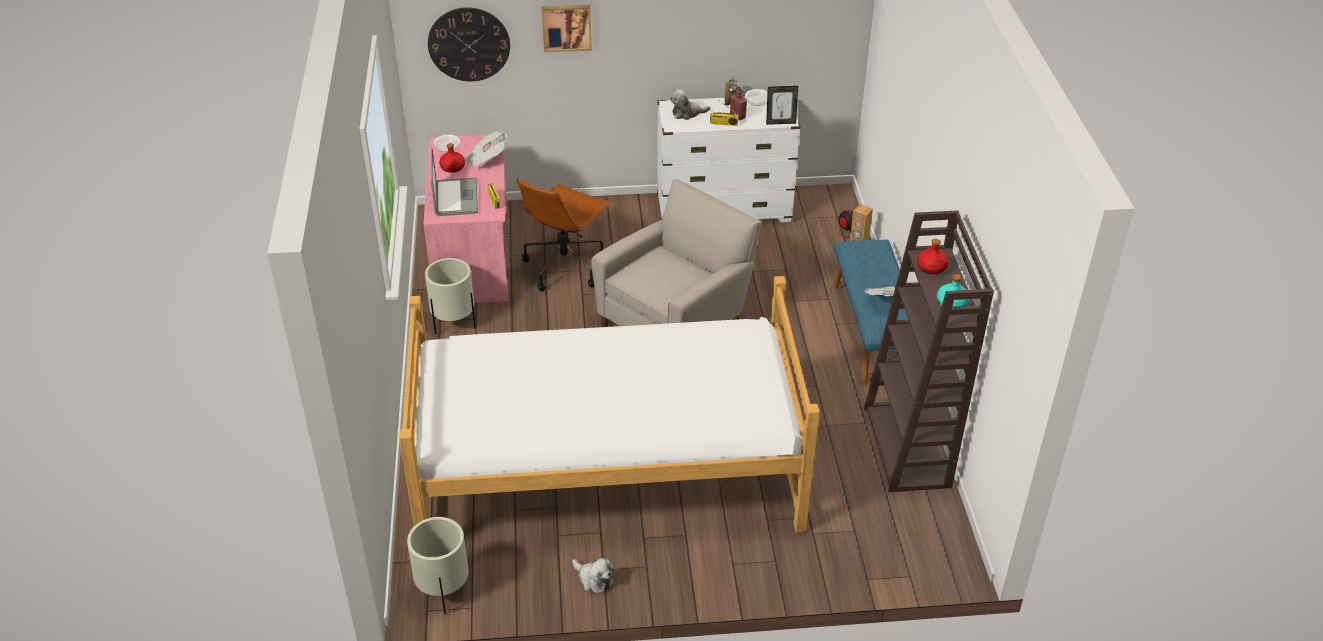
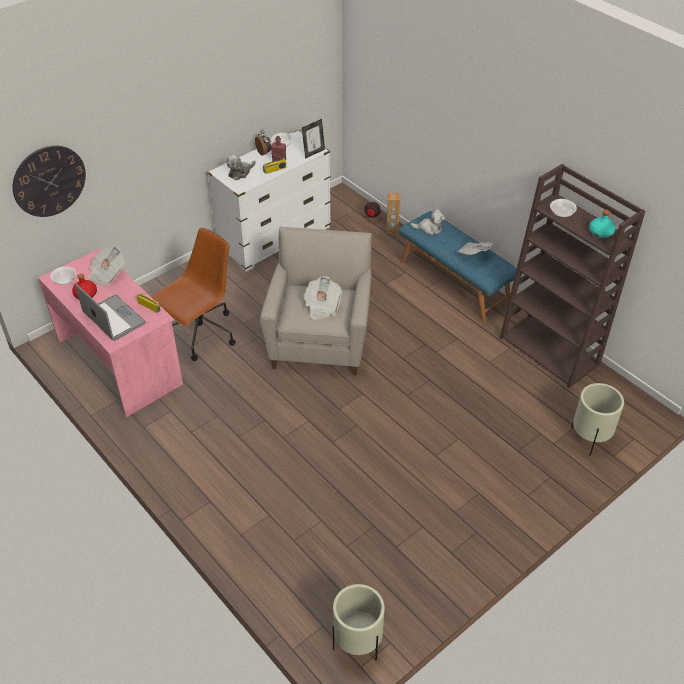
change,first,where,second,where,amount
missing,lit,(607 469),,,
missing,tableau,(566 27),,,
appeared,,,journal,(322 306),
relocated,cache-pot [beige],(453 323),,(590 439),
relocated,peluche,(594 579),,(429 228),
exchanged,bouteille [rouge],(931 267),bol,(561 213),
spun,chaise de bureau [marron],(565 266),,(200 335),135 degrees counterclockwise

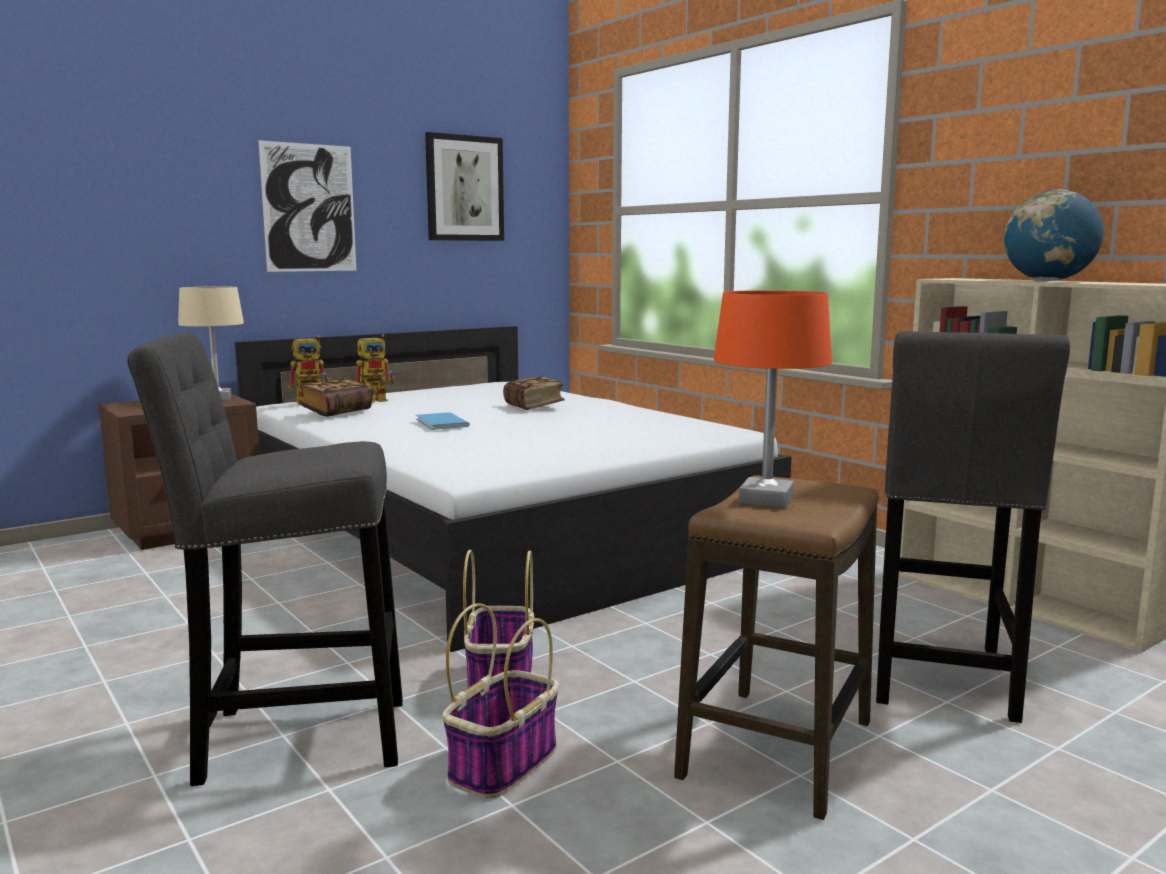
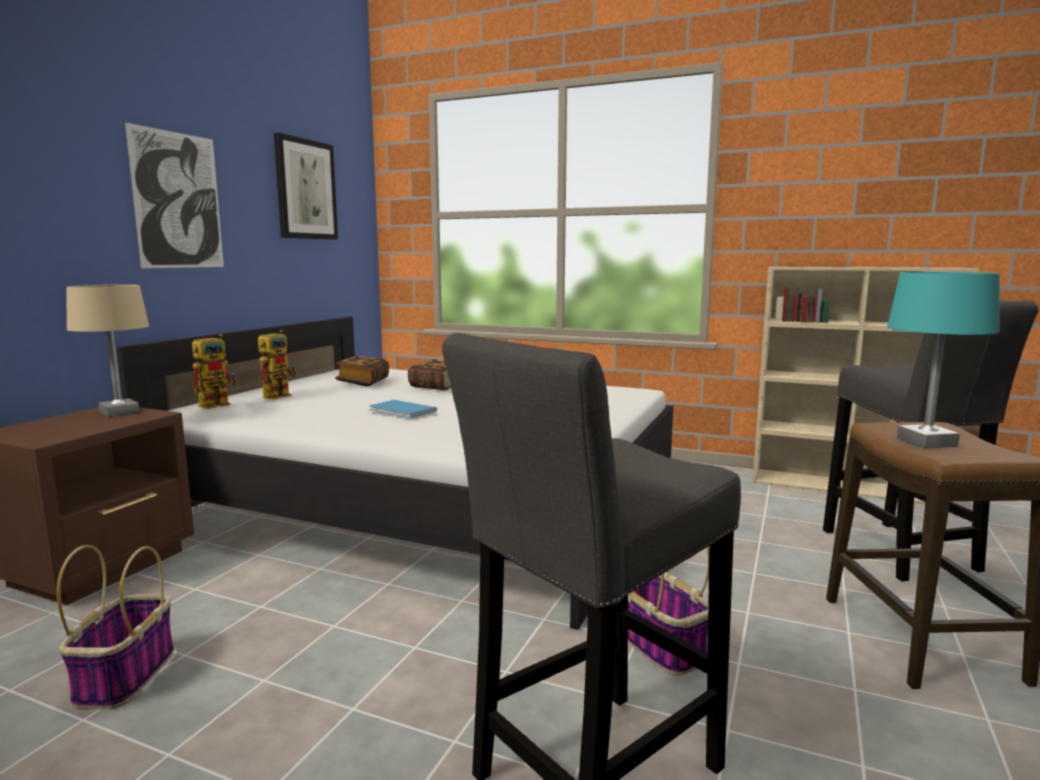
change,first,where,second,where,amount
missing,globe,(1048 280),,,
relocated,livre,(336 411),,(363 382),
relocated,panier,(503 763),,(126 675),
colour,lampe de table [orange],(766 499),lampe de table [turquoise],(926 442),

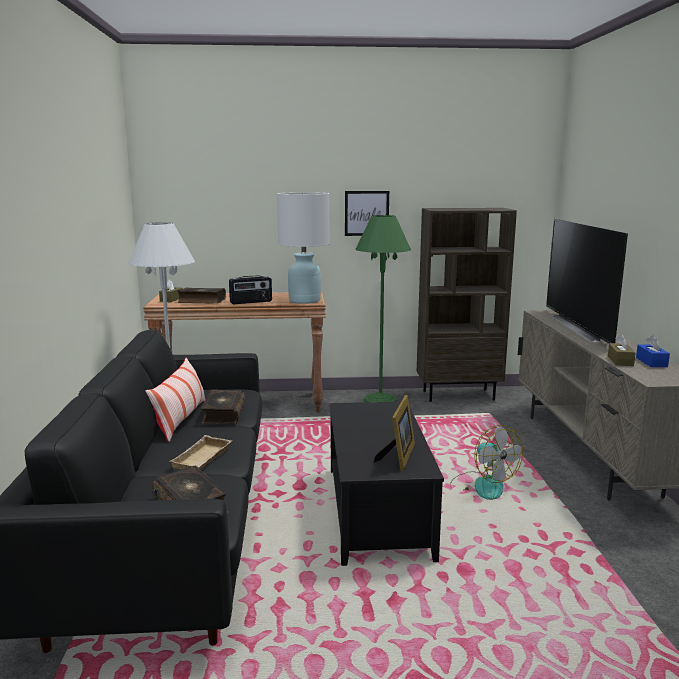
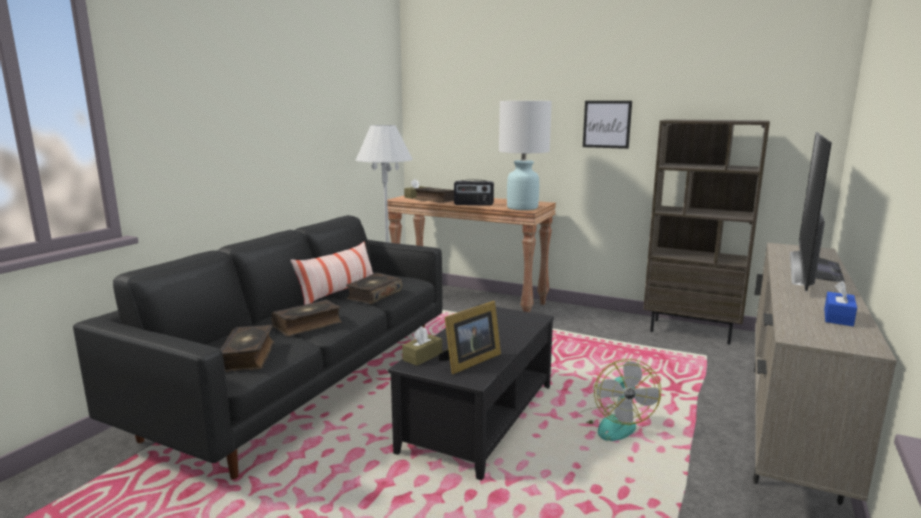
change,first,where,second,where,amount
missing,lampadaire [vert],(380 400),,,
relocated,boîte à mouchoirs [marron],(620 361),,(422 356),
exchanged,plateau [beige],(203 459),livre,(308 325),

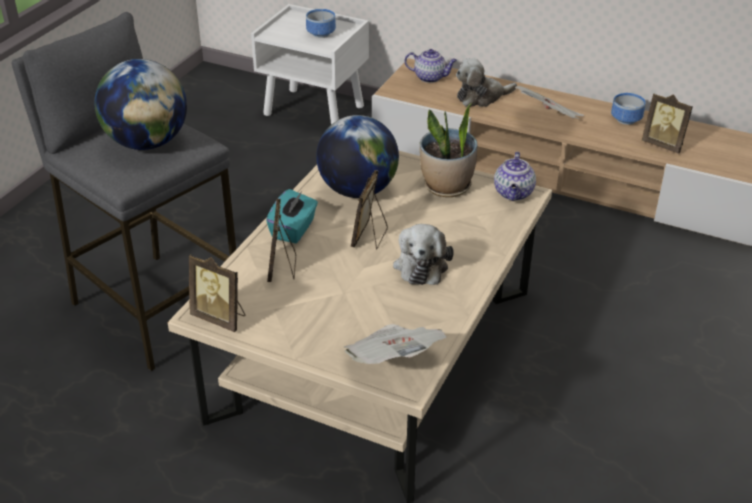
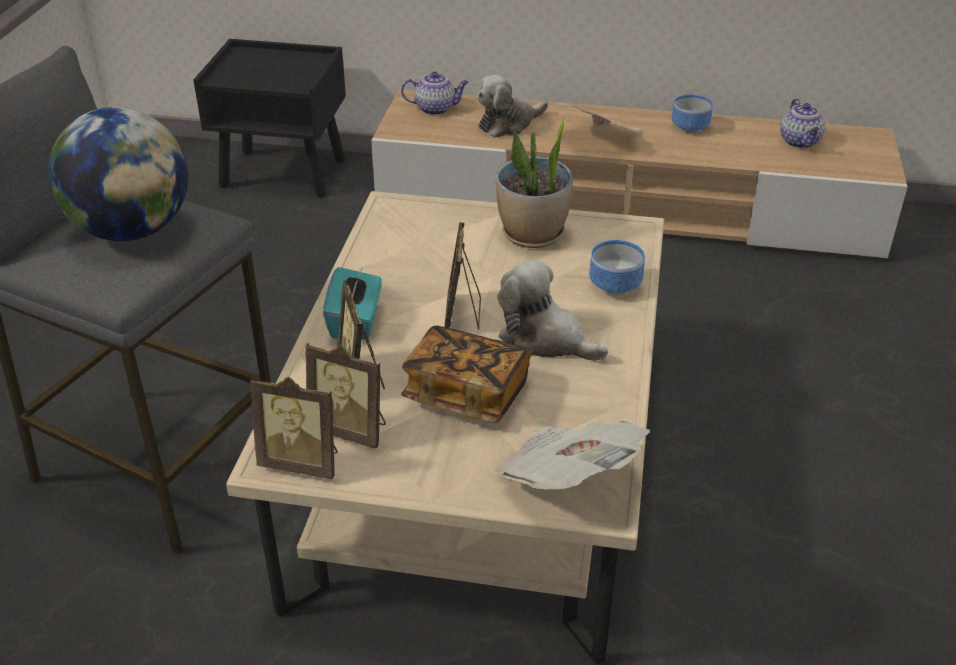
change,first,where,second,where,amount
missing,globe,(357 190),,,
appeared,,,livre,(466 393),
relocated,bol,(319 34),,(612 285),
relocated,théière,(514 194),,(800 142),
relocated,cadre photo,(663 145),,(351 430),
colour,table de chevet [blanc],(315 111),table de chevet [noir],(285 173),
spun,peluche,(421 264),,(545 339),135 degrees clockwise

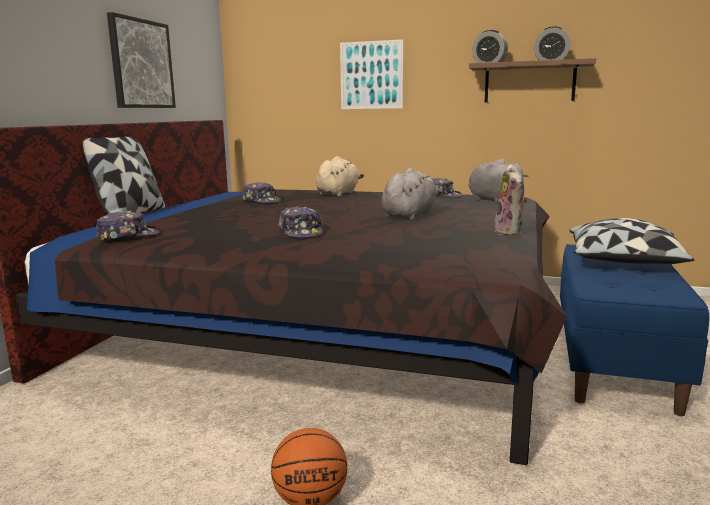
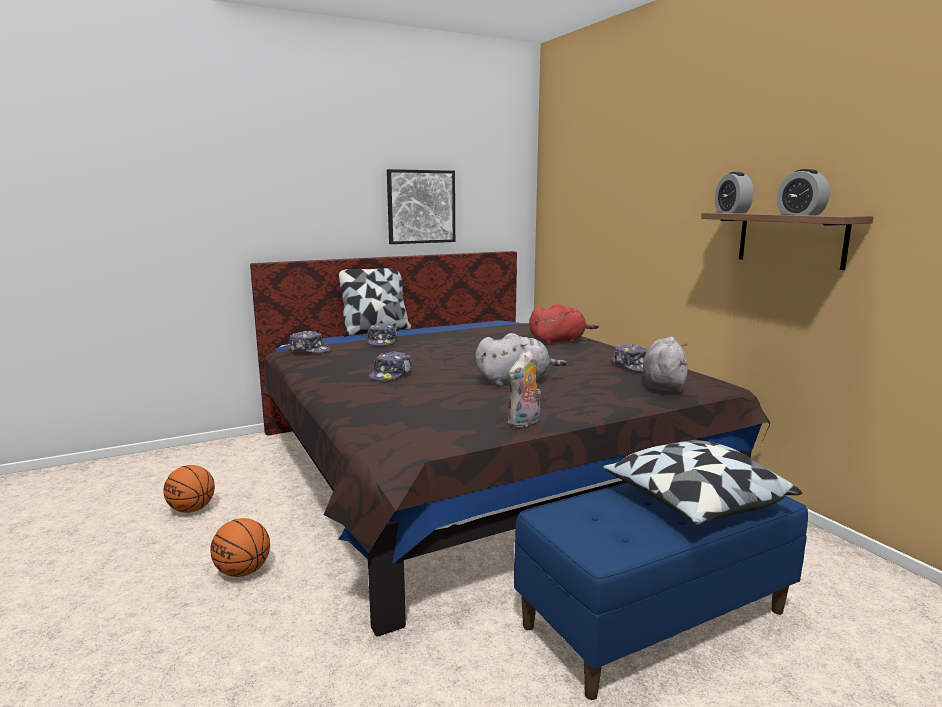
change,first,where,second,where,amount
missing,tableau,(371 75),,,
appeared,,,ballon de basket,(192 509),
relocated,casquette,(261 201),,(382 342),
colour,peluche [beige],(338 193),peluche [rouge],(559 341),

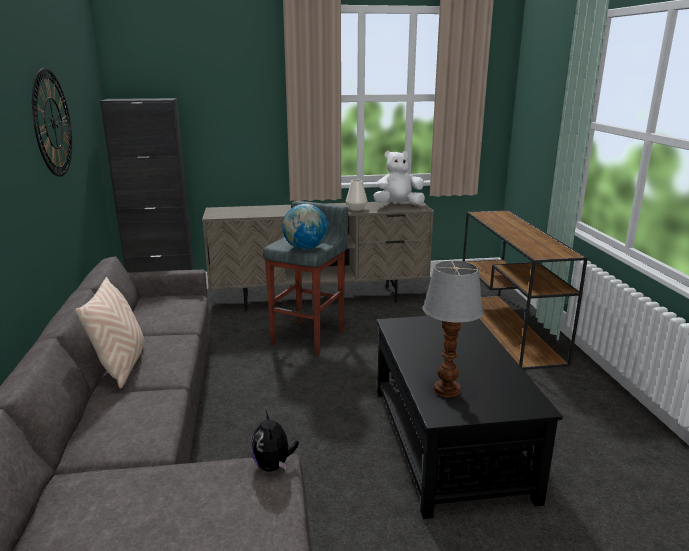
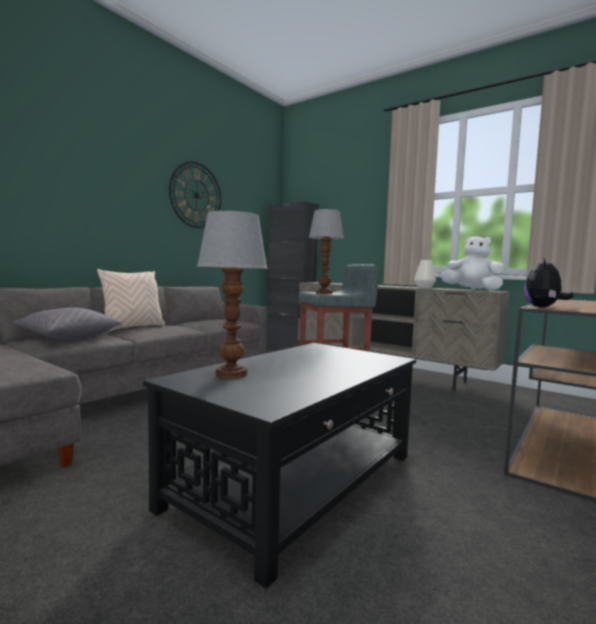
change,first,where,second,where,amount
appeared,,,coussin [gris],(68 336),
relocated,peluche,(274 466),,(543 307),
exchanged,globe,(305 248),lampe de table,(323 293),

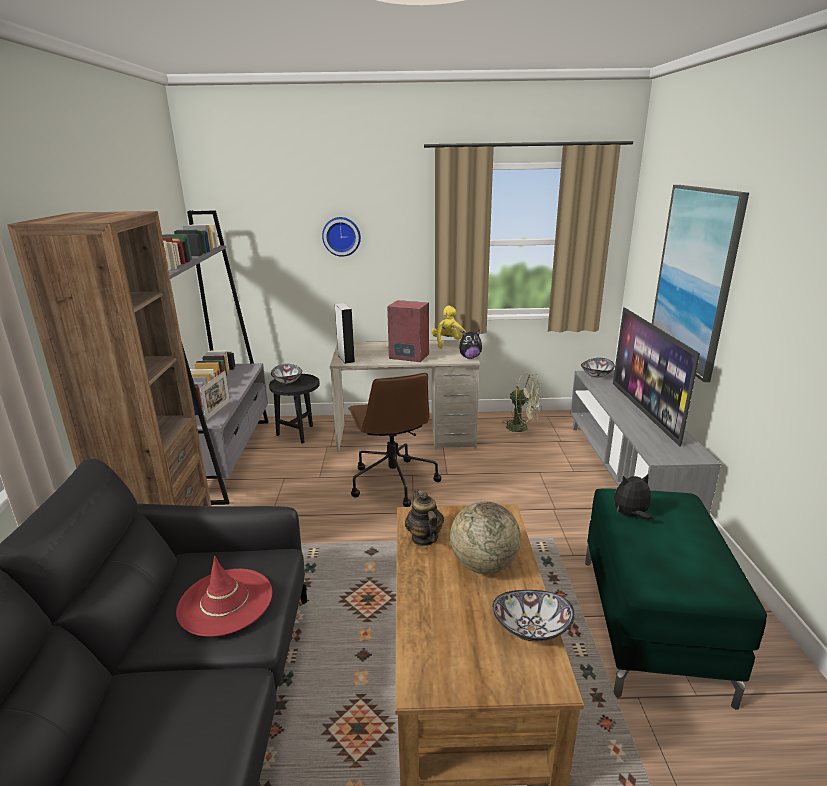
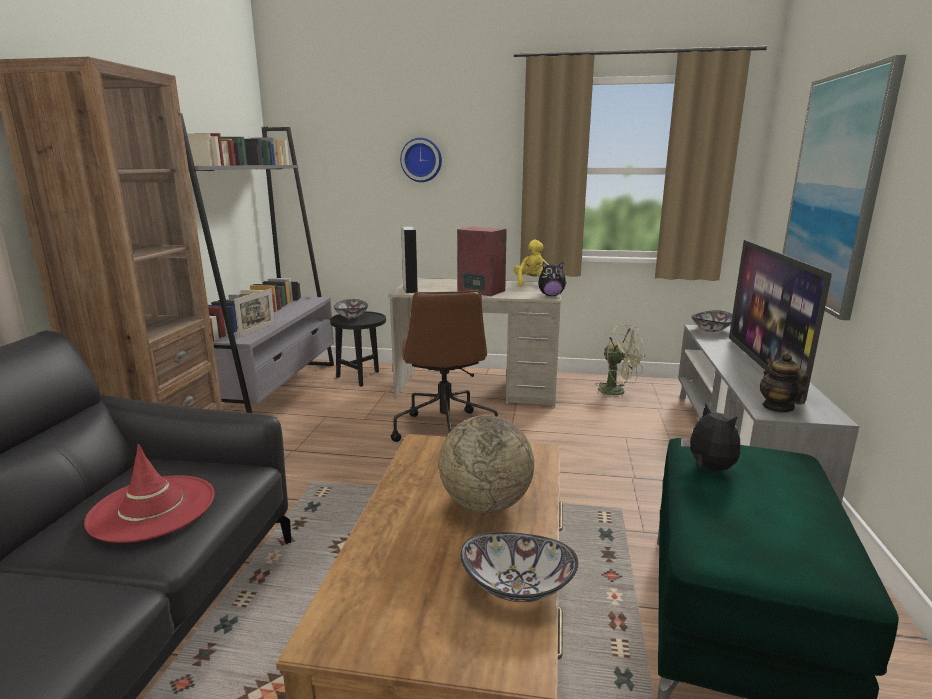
change,first,where,second,where,amount
relocated,théière,(424 538),,(778 407),
spun,peluche,(630 515),,(708 468),60 degrees clockwise

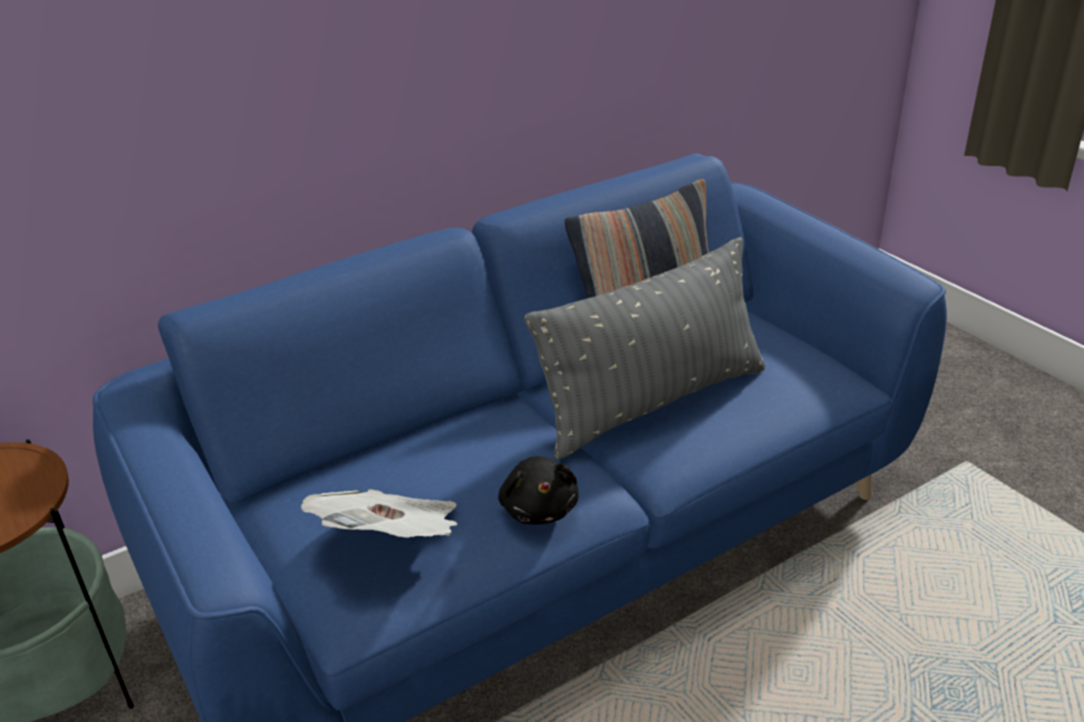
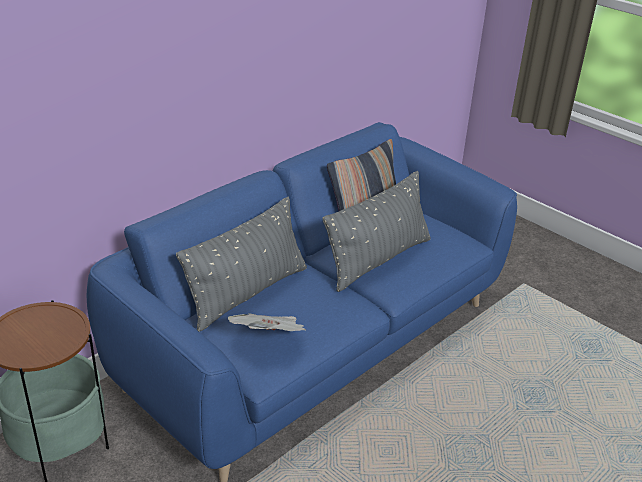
change,first,where,second,where,amount
missing,peluche [noir],(539 508),,,
appeared,,,coussin [gris],(247 293),

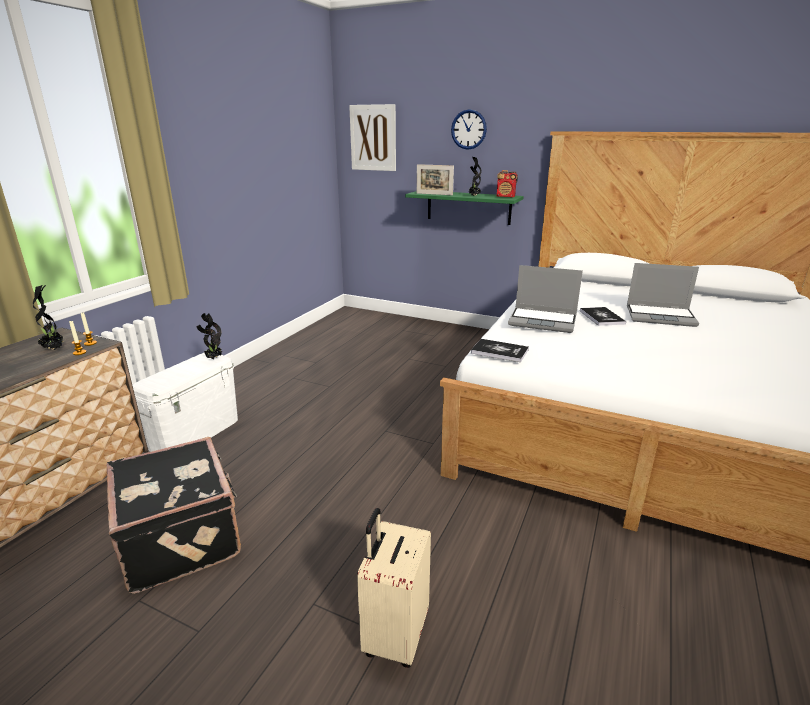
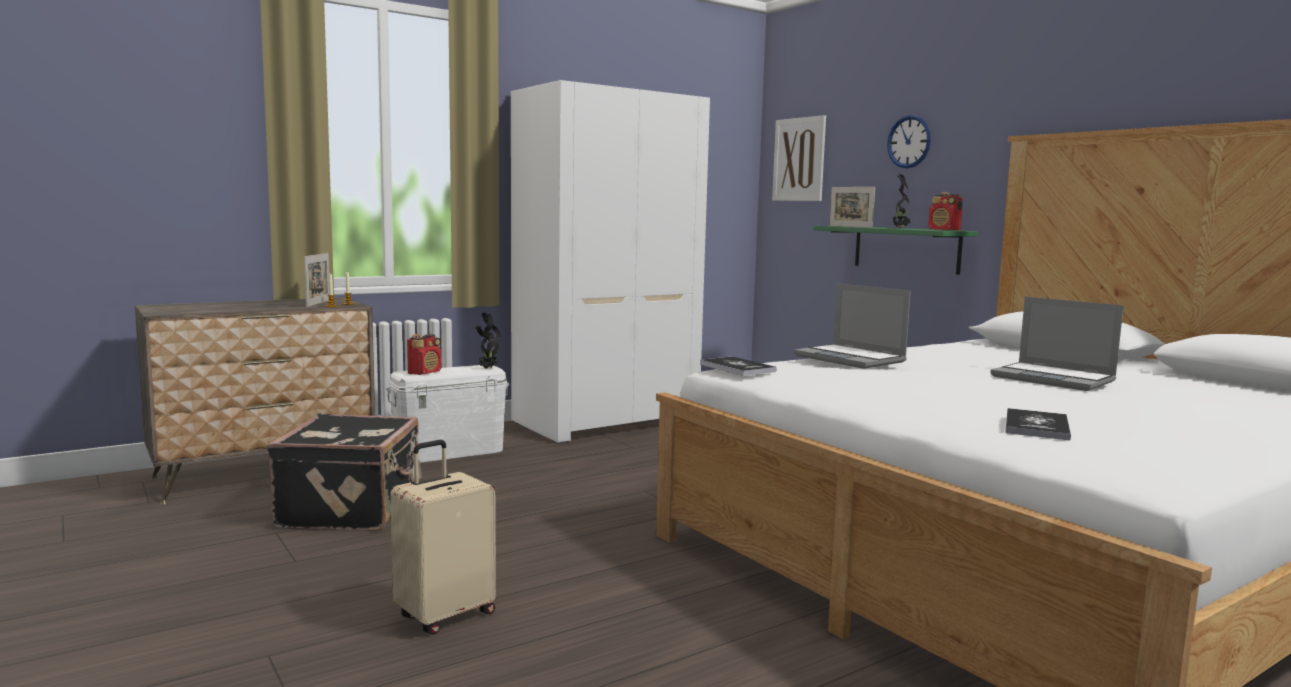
change,first,where,second,where,amount
appeared,,,radio,(425 372),
appeared,,,armoire [blanc],(606 421),
relocated,livre,(601 317),,(1036 426),
exchanged,plante en pot,(54 349),cadre photo,(318 303),

